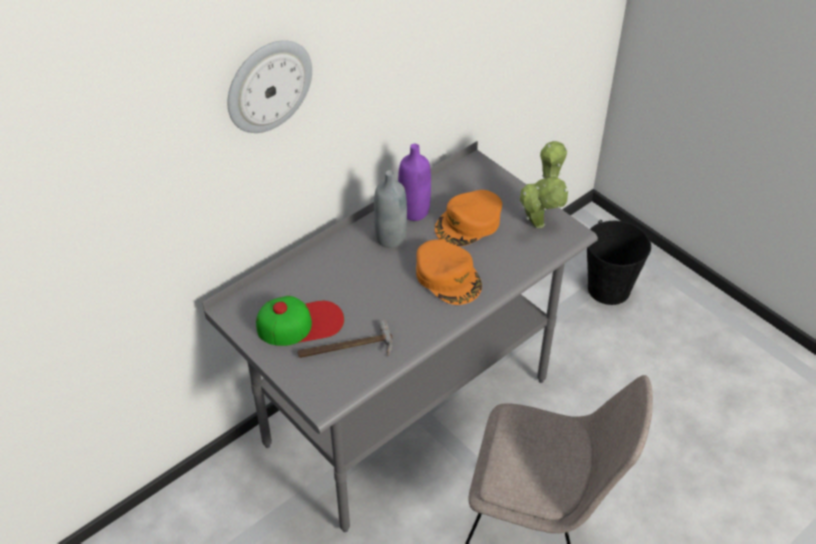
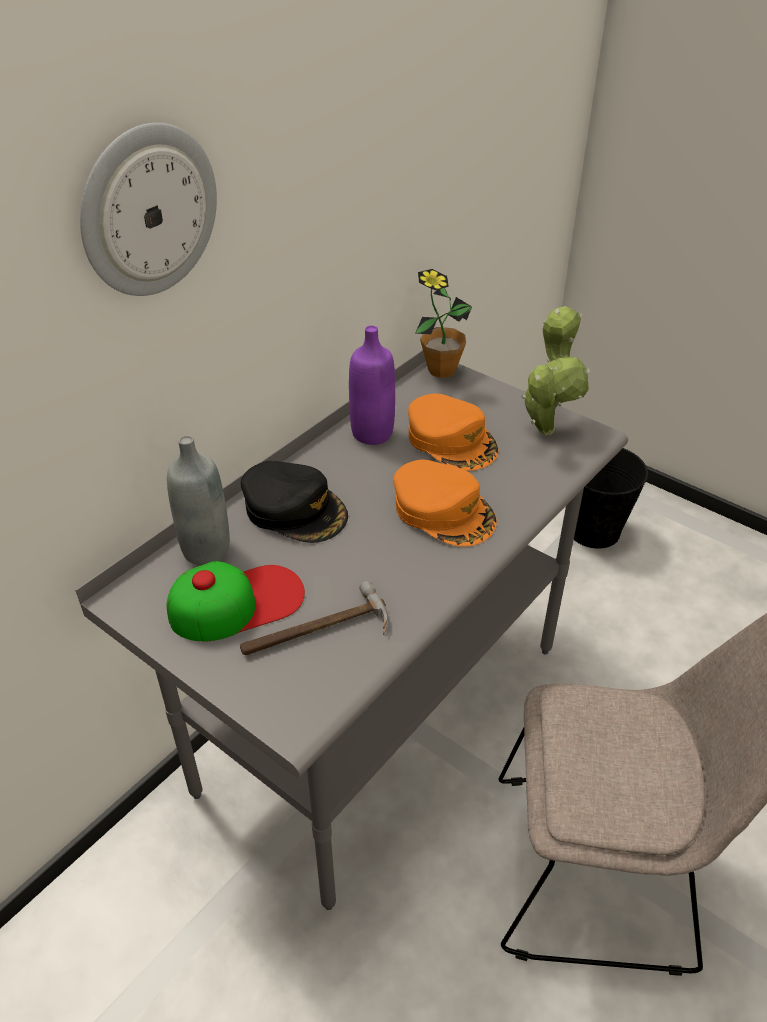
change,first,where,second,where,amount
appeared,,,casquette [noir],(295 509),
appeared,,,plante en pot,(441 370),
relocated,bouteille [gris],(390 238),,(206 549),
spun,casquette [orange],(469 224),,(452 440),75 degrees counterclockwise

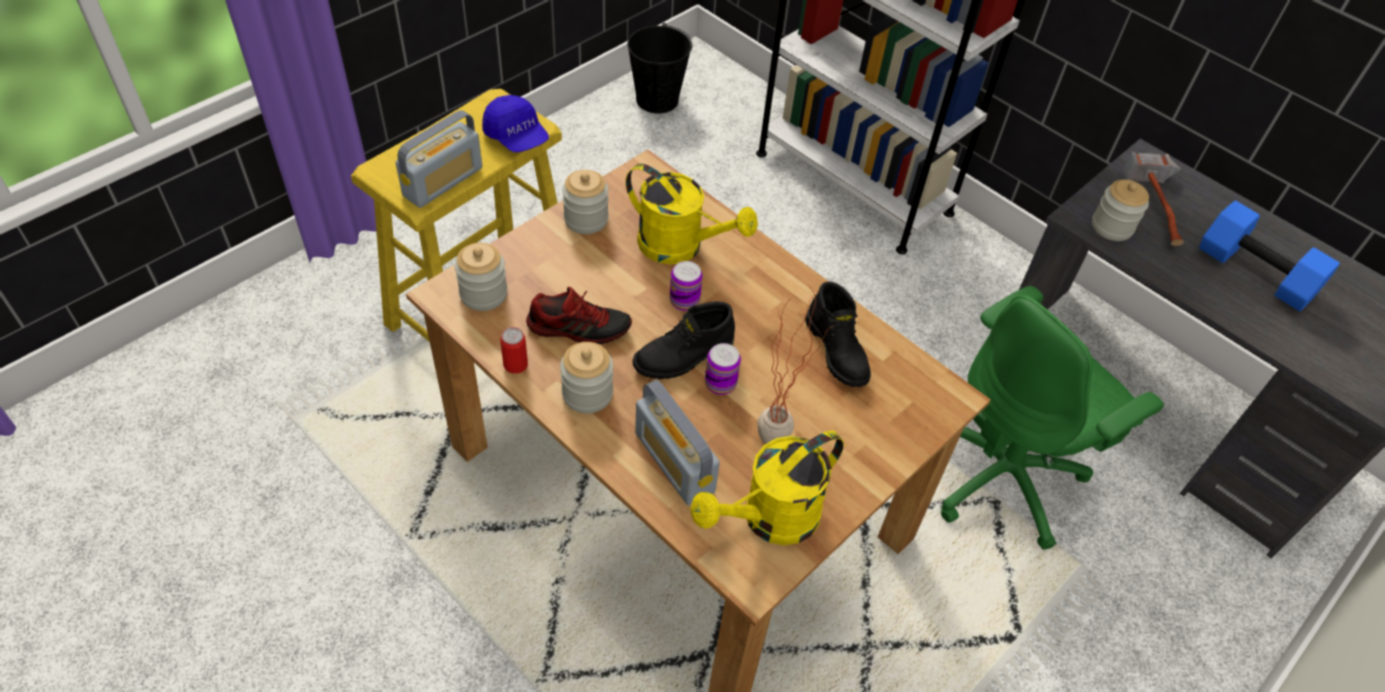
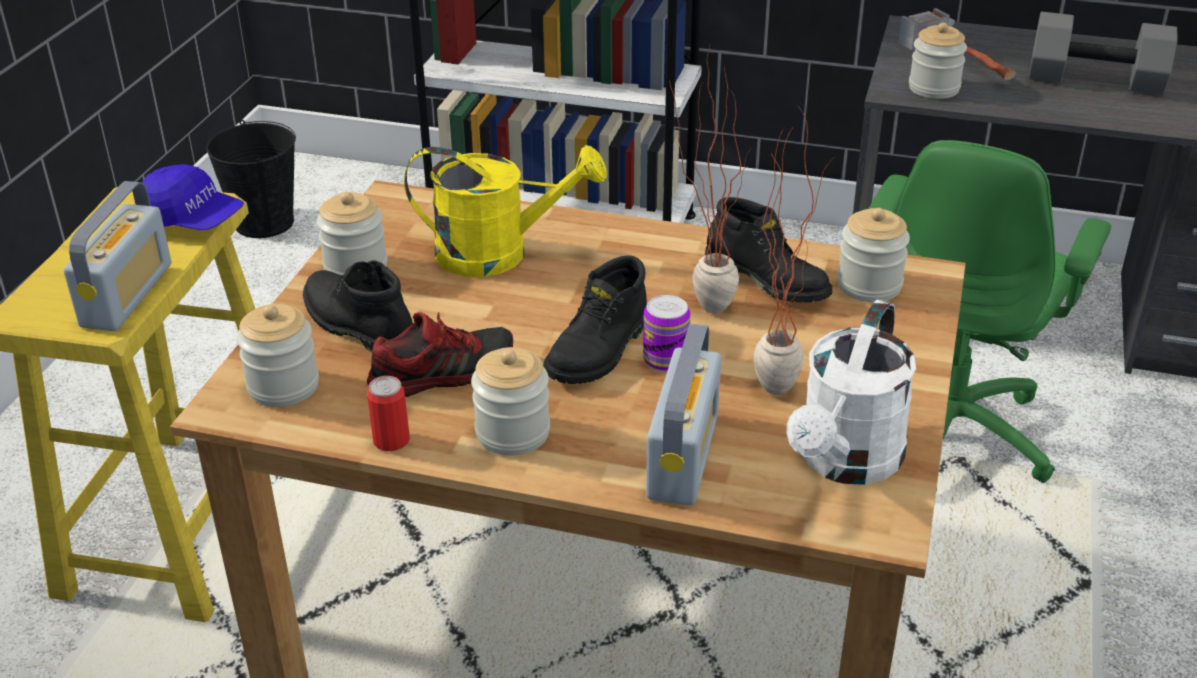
change,first,where,second,where,amount
missing,boîte métallique,(684 300),,,
appeared,,,botte [noir],(357 326),
appeared,,,plante en pot,(702 303),
appeared,,,bocal,(869 285),
colour,arrosoir [jaune],(769 520),arrosoir [blanc],(845 463),
colour,haltère [bleu],(1253 273),haltère [gris],(1094 80),
spun,radio,(674 462),,(683 455),105 degrees counterclockwise

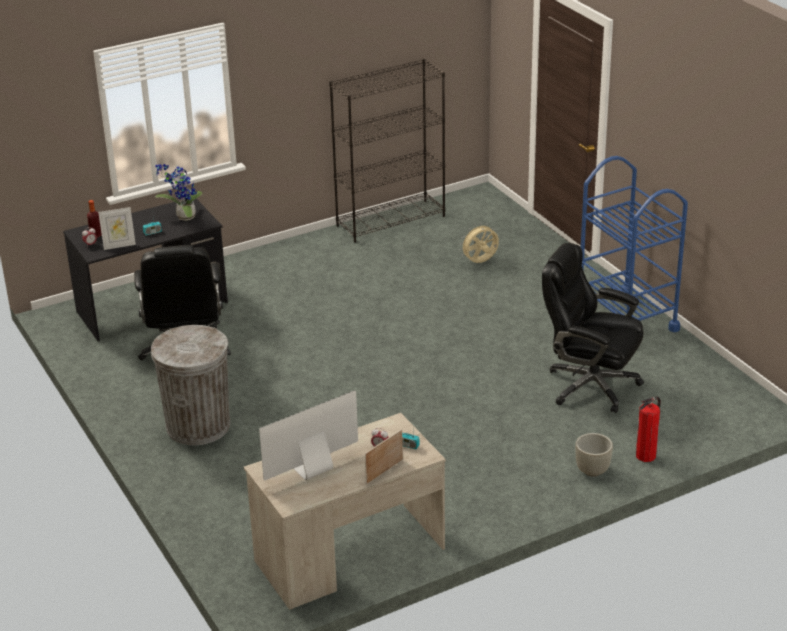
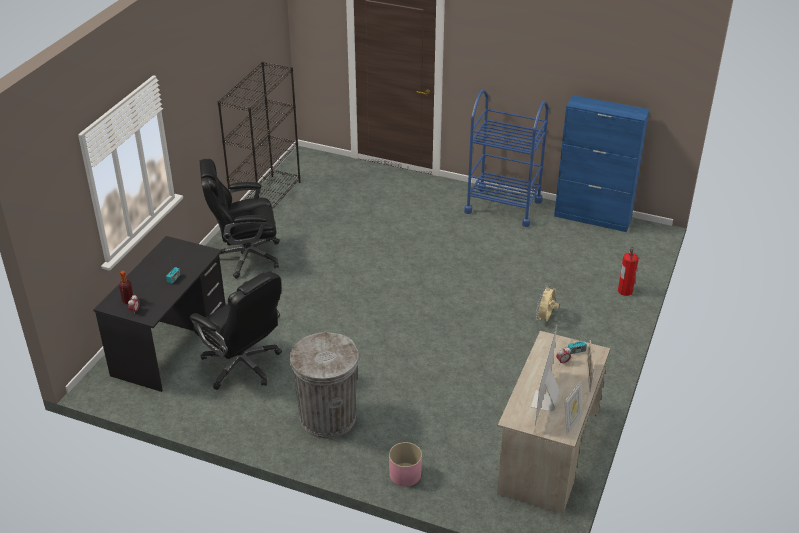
change,first,where,second,where,amount
missing,plante en pot,(183 217),,,
missing,cache-pot [gris],(592 470),,,
appeared,,,cache-pot [rose],(405 475),
appeared,,,meuble de rangement [bleu],(593 218),
relocated,cadre photo,(119 245),,(571 423),
relocated,ventilateur [beige],(480 262),,(545 318),
relocated,chaise de bureau [noir],(590 385),,(245 257),

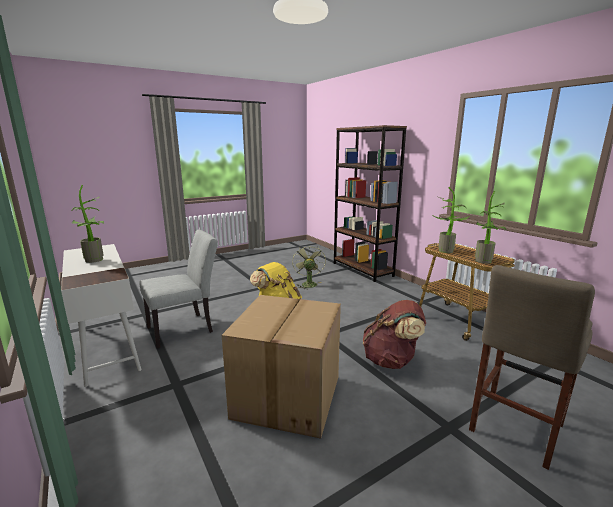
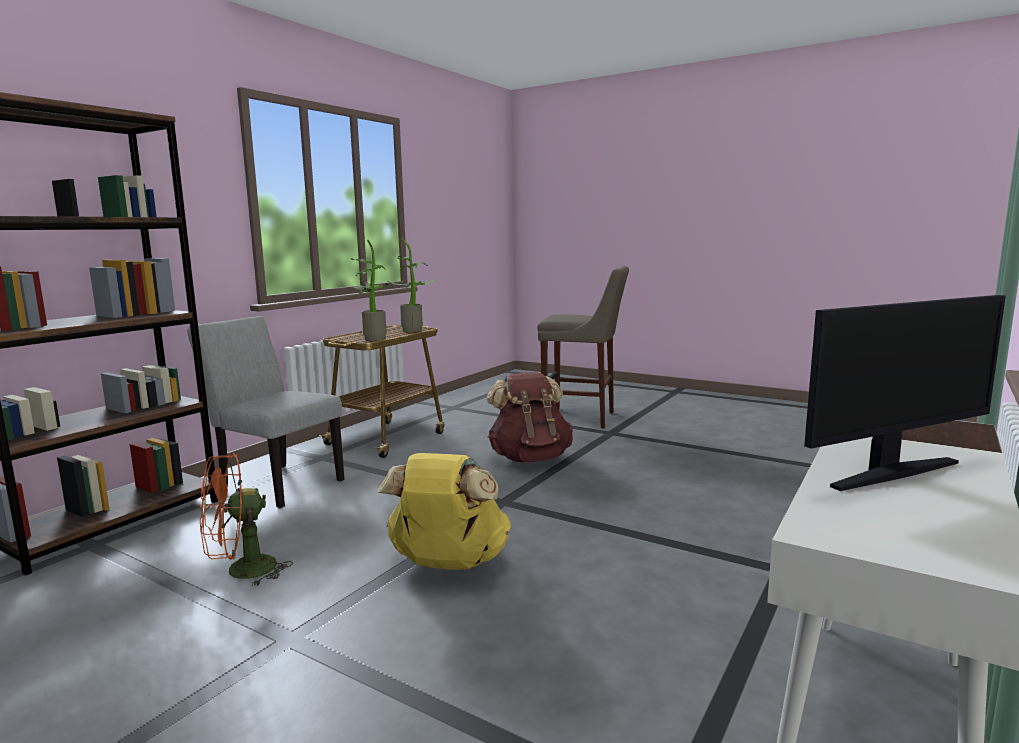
change,first,where,second,where,amount
missing,carton,(288 397),,,
relocated,chaise [gris],(185 328),,(276 483),
exchanged,plante en pot,(96 260),écran d'ordinateur,(891 472),
colour,ventilateur [vert],(308 283),ventilateur [orange],(241 572),

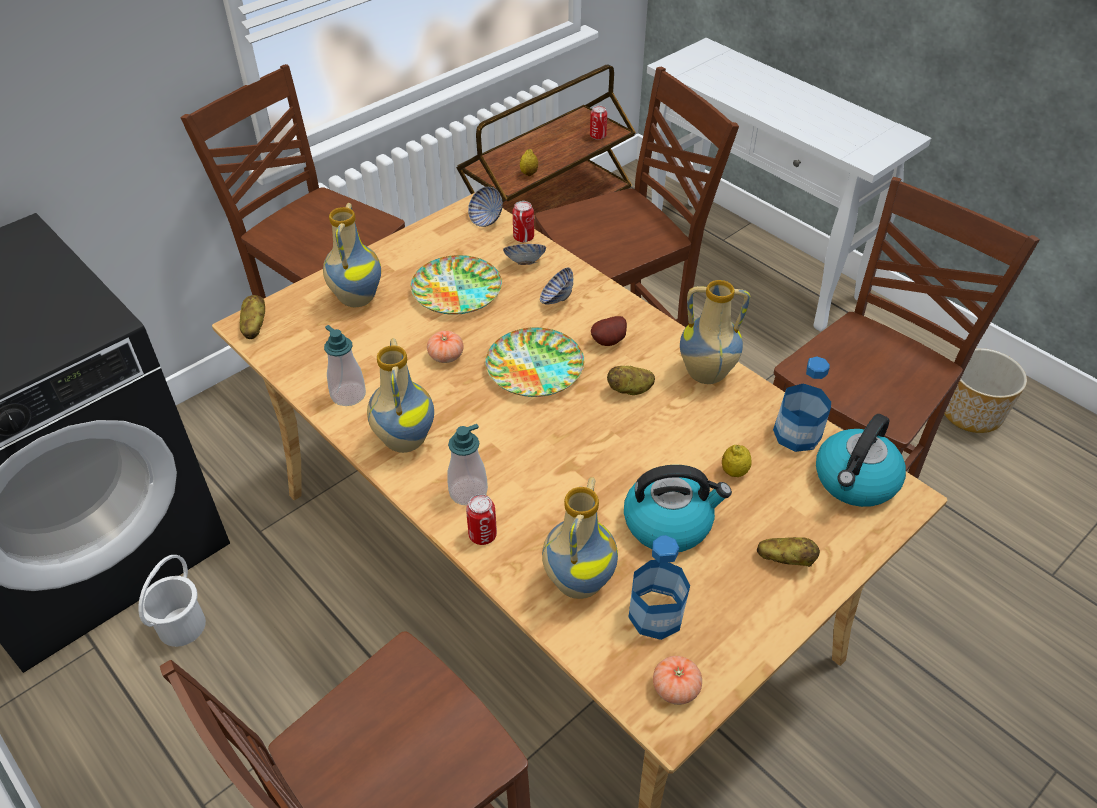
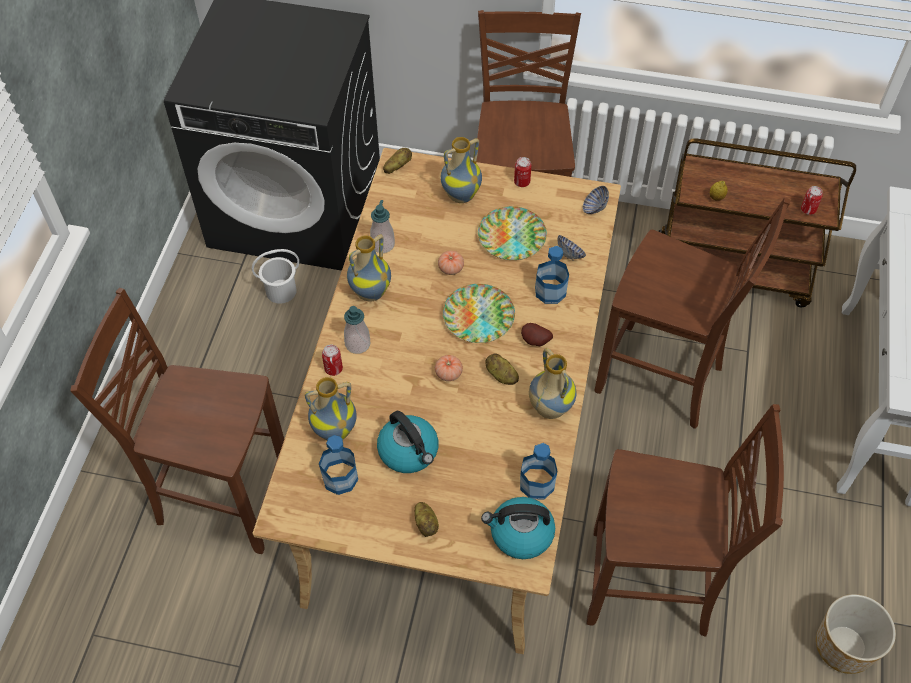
change,first,where,second,where,amount
missing,citron,(734 472),,,
relocated,boîte métallique,(523 237),,(522 182),
relocated,tomate,(675 688),,(448 373),
exchanged,bol,(556 299),bouteille,(550 291),

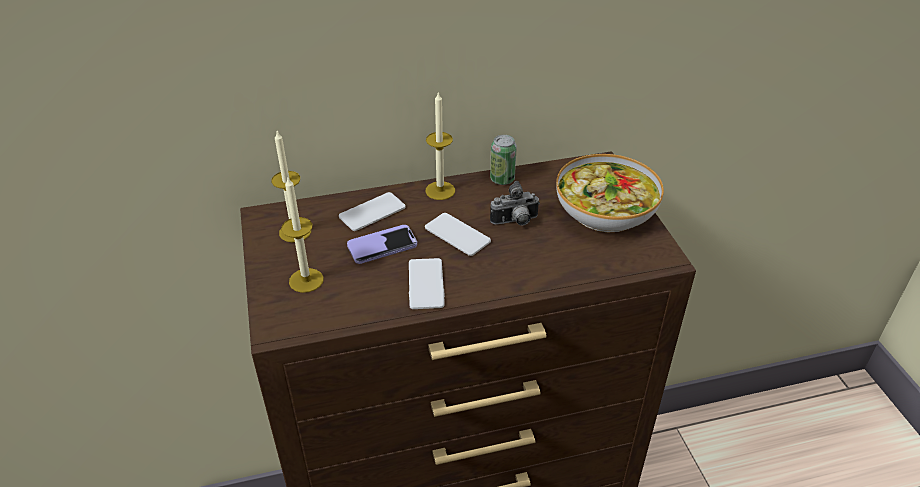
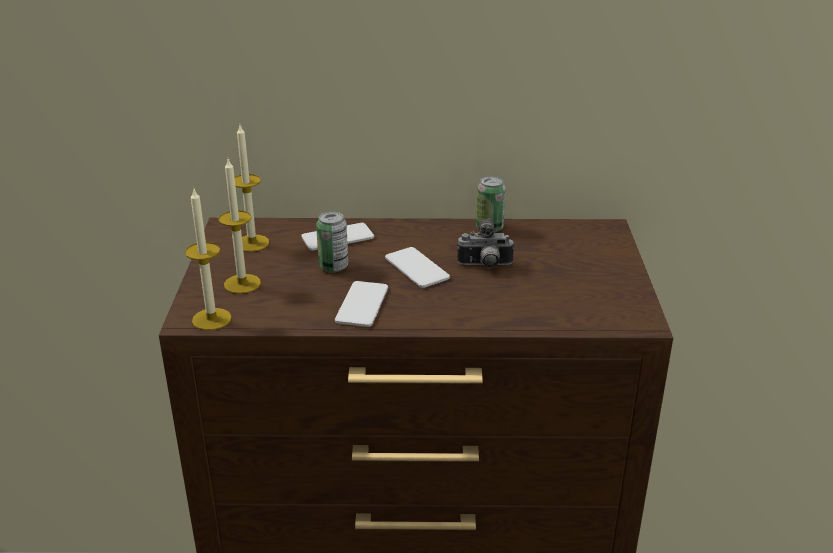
change,first,where,second,where,amount
missing,bol,(606 210),,,
relocated,bougie,(440 190),,(211 319),
exchanged,téléphone,(382 246),boîte métallique,(333 266),

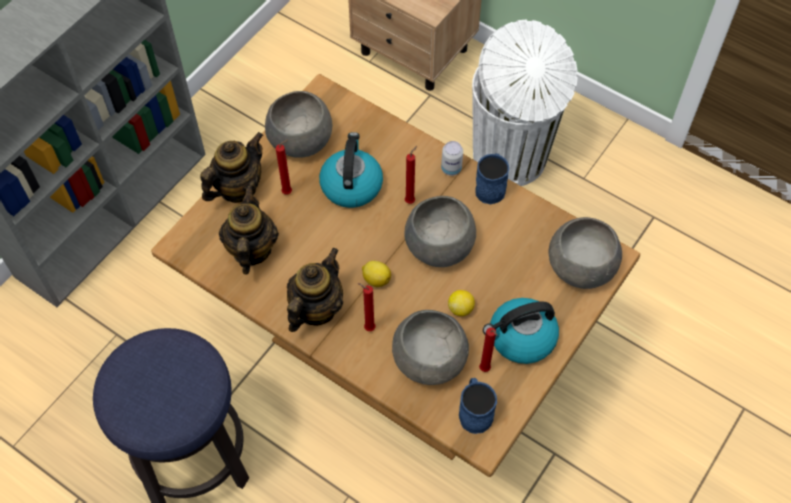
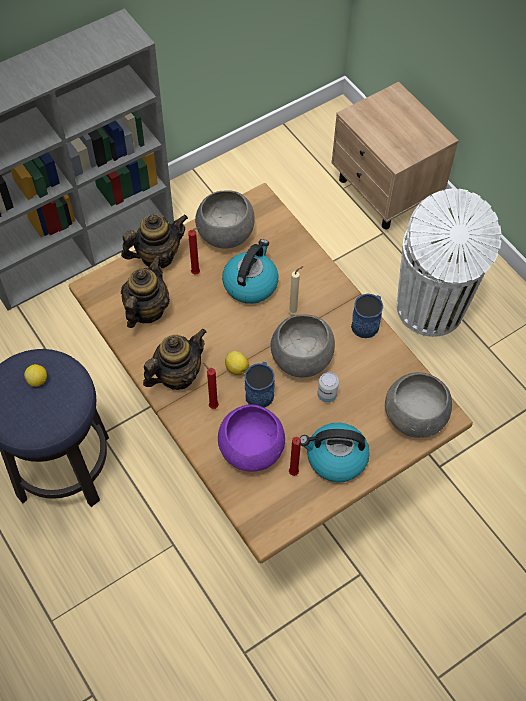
change,first,where,second,where,amount
relocated,boîte métallique,(451 168),,(327 395),
relocated,citron,(460 308),,(38 380),
relocated,mug [bleu],(474 411),,(260 391),
colour,bol [gris],(430 359),bol [violet],(252 449),
colour,bougie [rouge],(411 200),bougie [beige],(294 312),

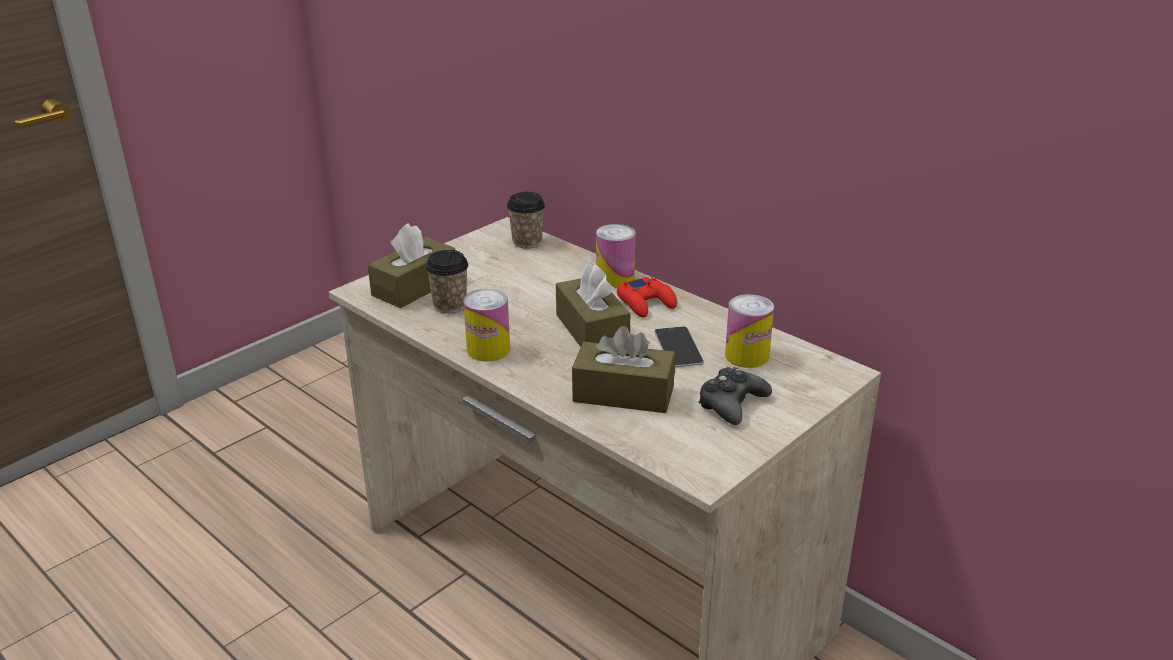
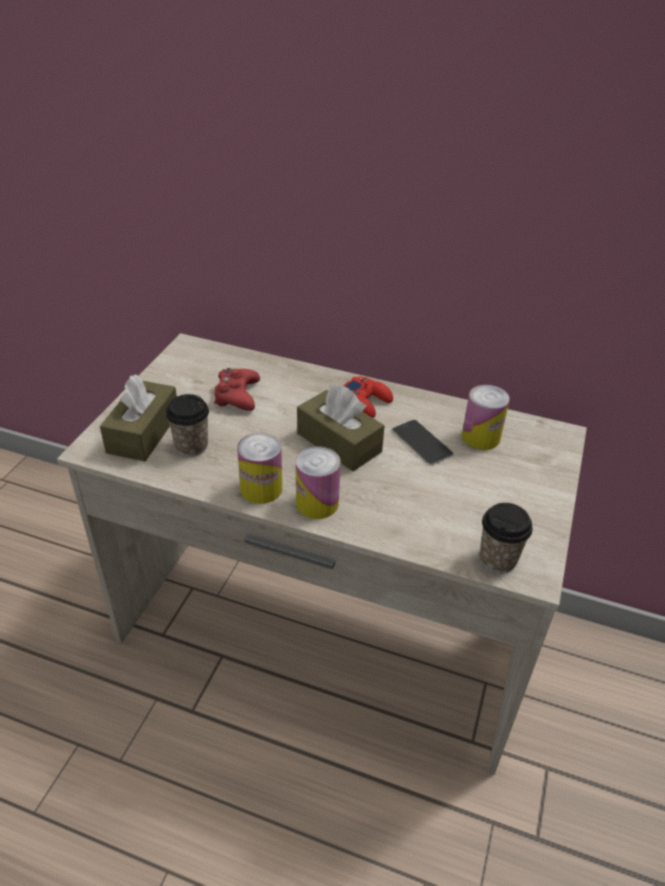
change,first,where,second,where,amount
missing,boîte à mouchoirs [marron],(623 394),,,
missing,manette [noir],(732 404),,,
appeared,,,manette [rouge],(237 395),
relocated,tasse,(527 242),,(497 559),
relocated,boîte métallique,(615 278),,(317 503),

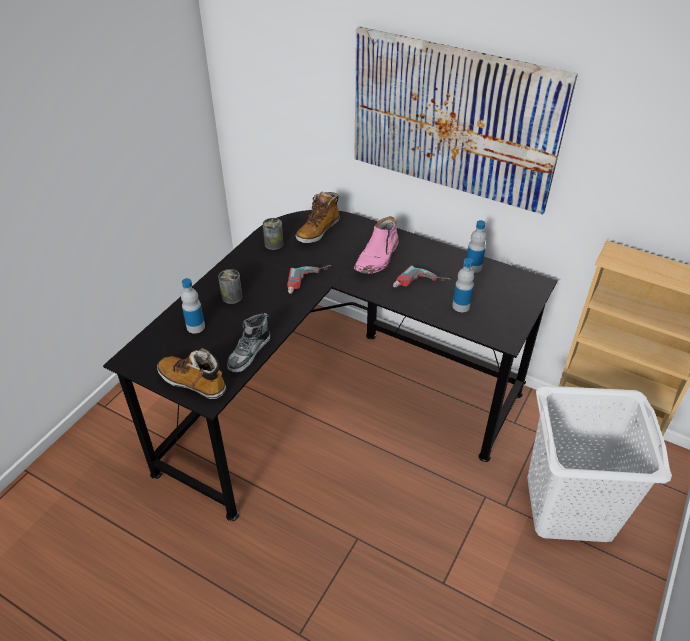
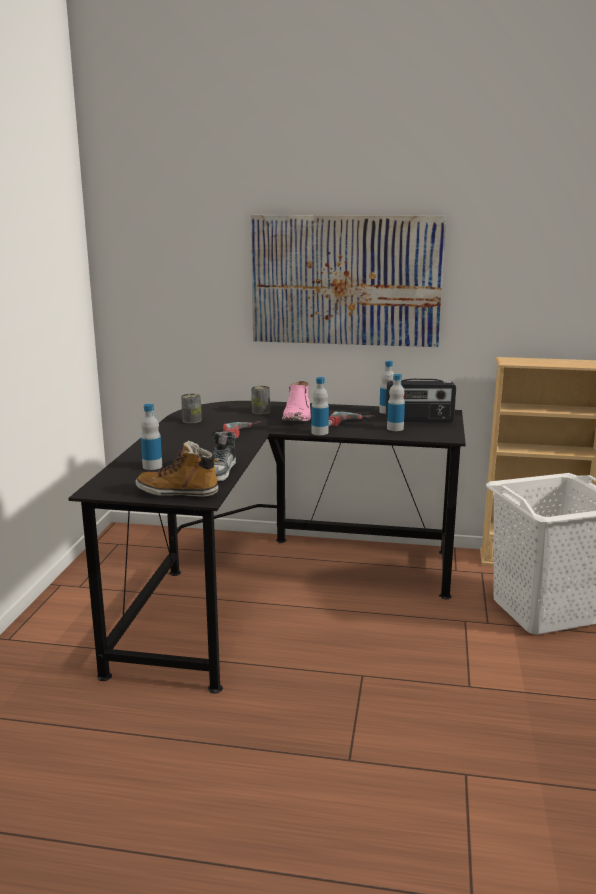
change,first,where,second,where,amount
missing,botte,(318 231),,,
appeared,,,bouteille,(319 432),
appeared,,,radio,(419 420),
relocated,boîte métallique,(232 296),,(261 411),

